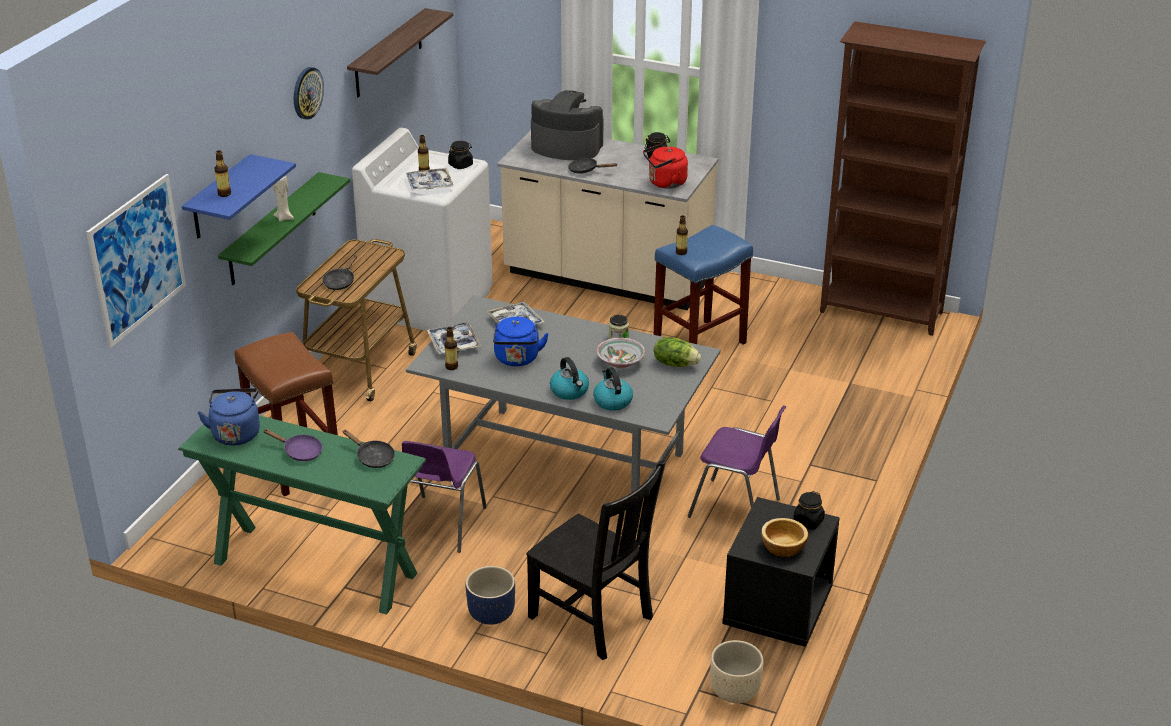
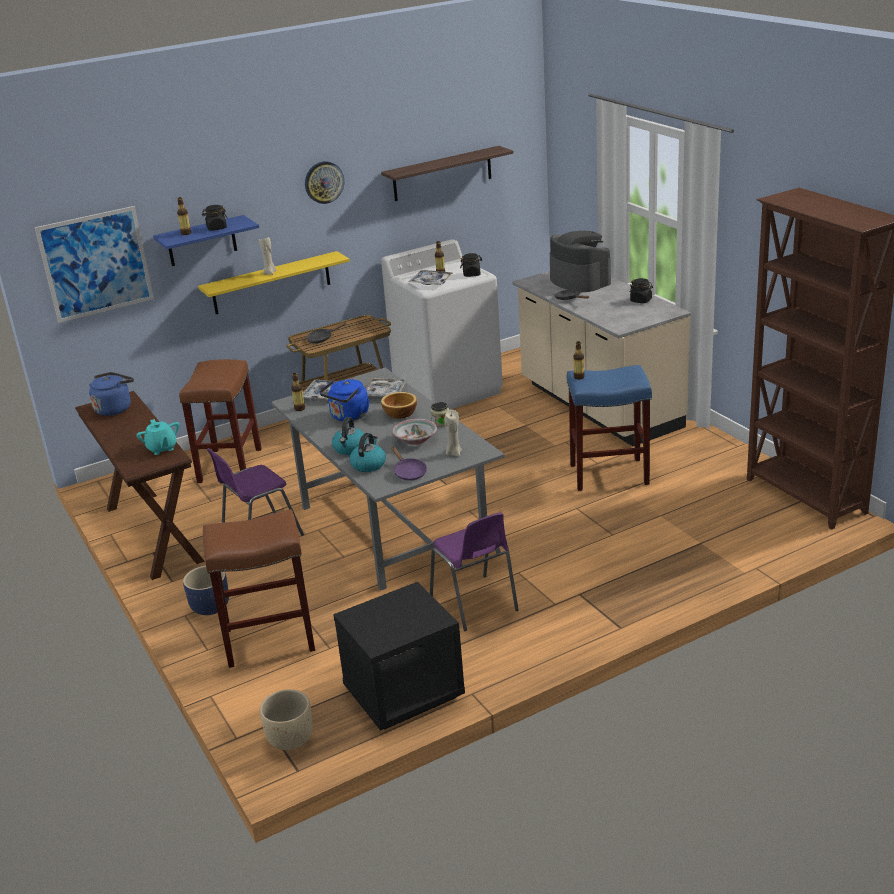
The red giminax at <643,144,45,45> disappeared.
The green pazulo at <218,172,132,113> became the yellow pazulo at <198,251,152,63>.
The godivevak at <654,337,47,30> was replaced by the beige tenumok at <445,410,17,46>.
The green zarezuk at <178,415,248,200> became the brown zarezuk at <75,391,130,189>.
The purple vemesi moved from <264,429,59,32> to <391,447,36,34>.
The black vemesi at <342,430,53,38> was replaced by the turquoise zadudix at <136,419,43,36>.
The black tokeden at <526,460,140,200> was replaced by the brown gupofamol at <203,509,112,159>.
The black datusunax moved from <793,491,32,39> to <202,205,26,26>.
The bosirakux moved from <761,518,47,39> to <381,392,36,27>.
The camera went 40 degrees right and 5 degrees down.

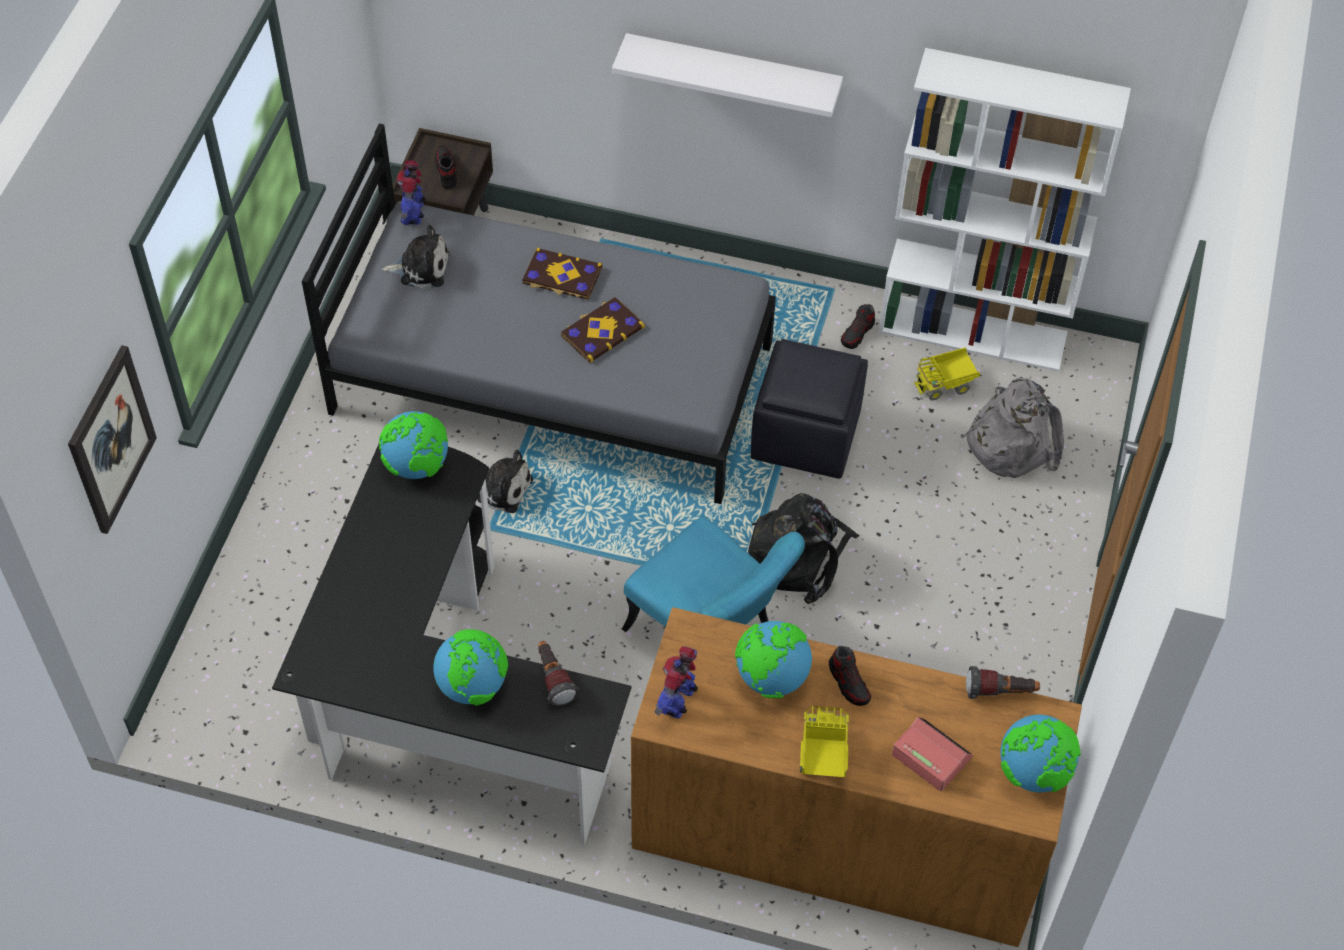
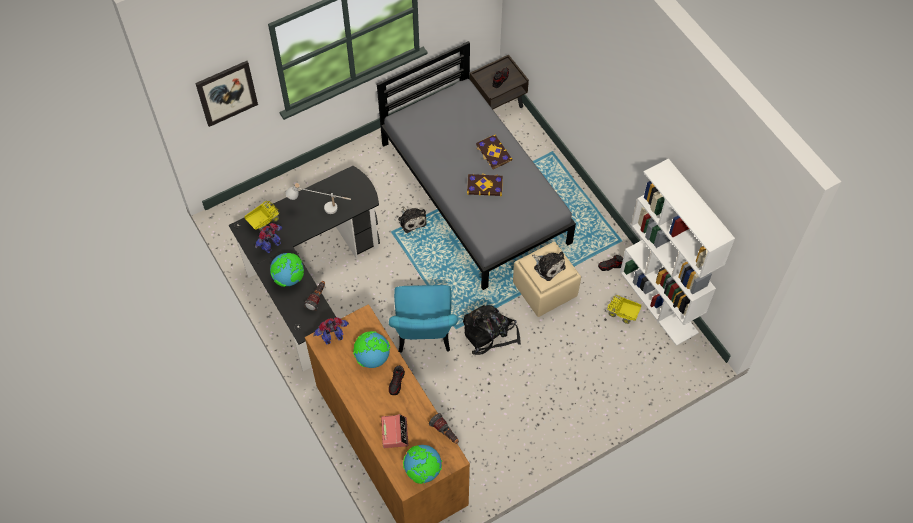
The white pazulo at <612,33,231,84> disappeared.
The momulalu moved from <396,160,30,65> to <255,223,27,30>.
The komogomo moved from <382,225,67,64> to <532,251,34,30>.
The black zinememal at <751,339,117,140> became the beige zinememal at <513,241,68,76>.
The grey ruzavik at <961,377,103,101> disappeared.
The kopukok at <379,411,69,68> disappeared.
The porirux moved from <800,706,49,71> to <245,201,35,30>.
The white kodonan at <286,183,65,31> appeared.
The camera went 45 degrees right and 5 degrees up.

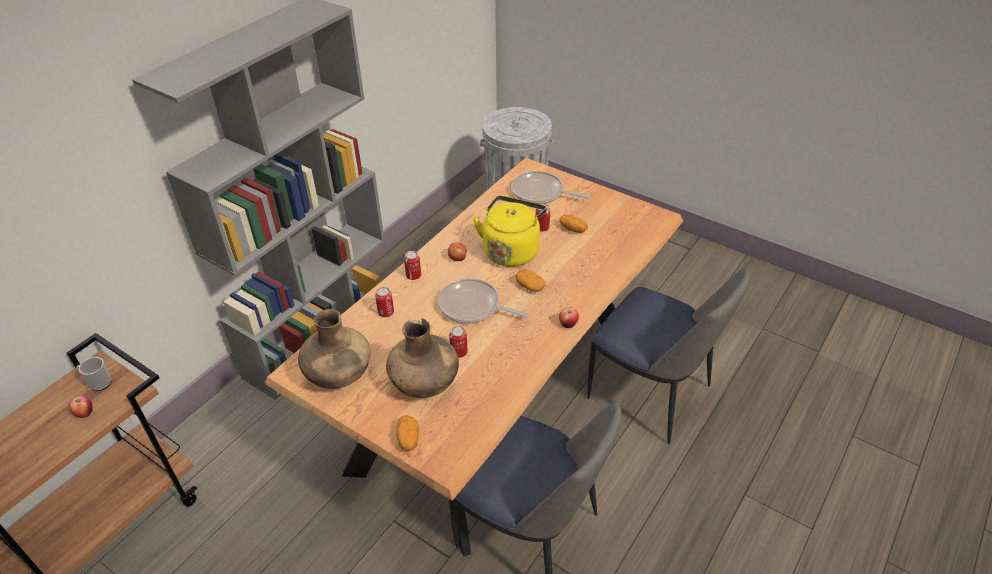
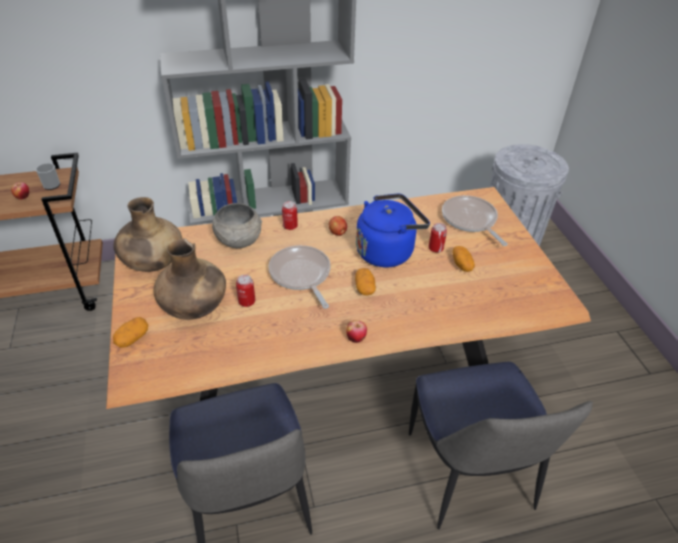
The yellow giminax at <473,196,74,71> became the blue giminax at <356,193,74,74>.
The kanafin at <375,287,19,30> was replaced by the grey bosirakux at <212,203,50,45>.
The camera went 40 degrees right and 0 degrees up.

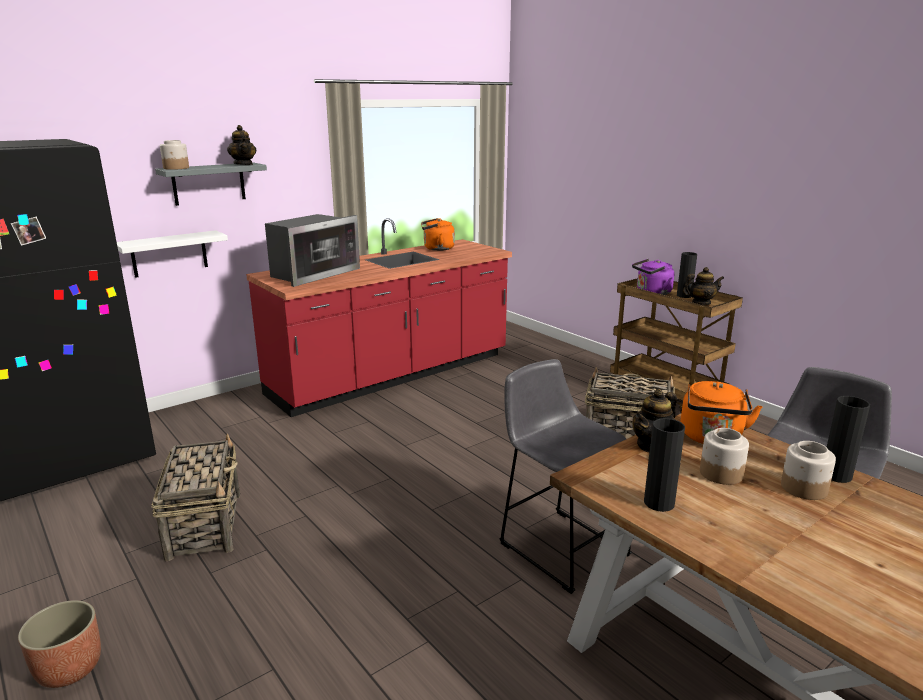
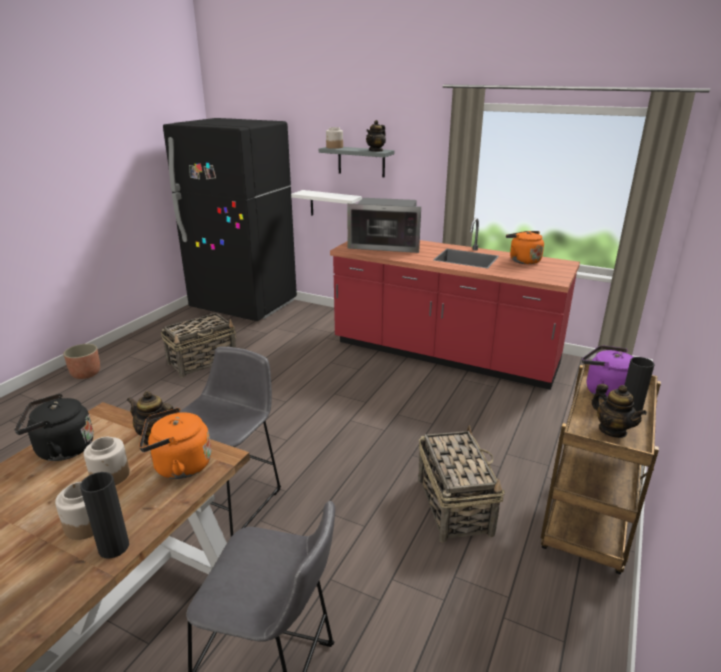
The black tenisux at <644,418,41,94> was replaced by the black giminax at <14,394,80,67>.
The camera went 65 degrees right and 5 degrees up.

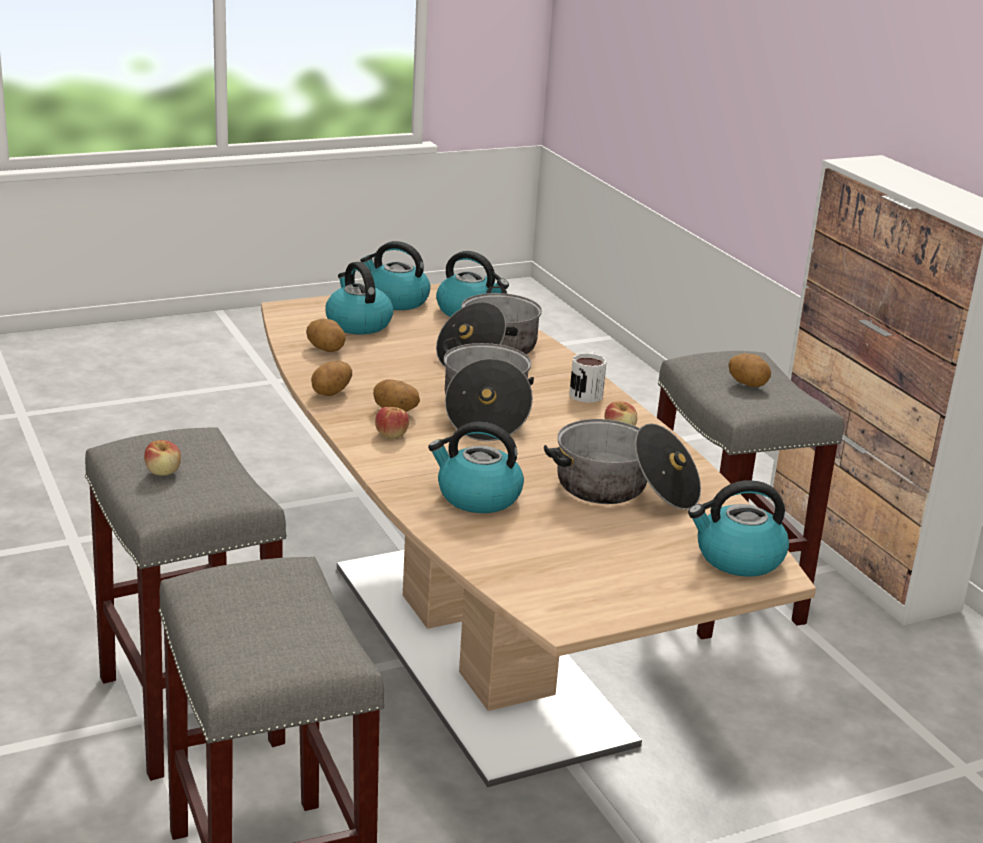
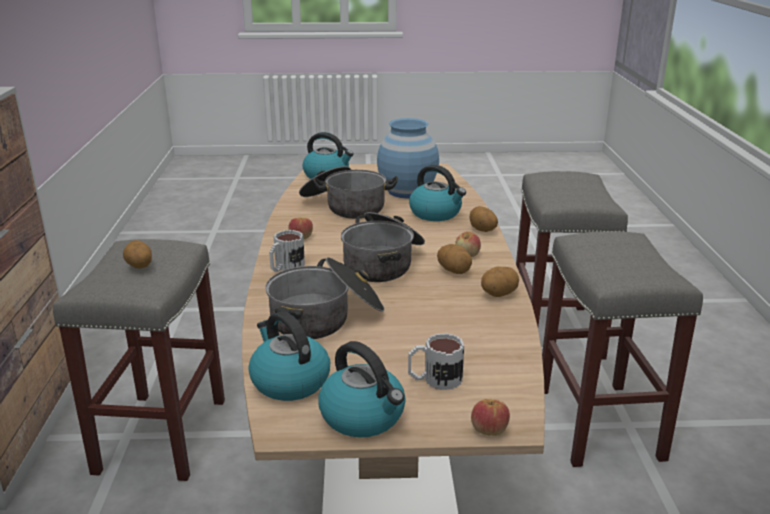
The giminax at <325,262,68,72> was replaced by the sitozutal at <408,333,56,57>.
The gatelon moved from <306,319,40,33> to <469,206,29,26>.
The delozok moved from <144,440,37,36> to <471,399,39,37>.
The blue tenisux at <377,118,62,81> appeared.
The camera went 155 degrees left and 0 degrees up.

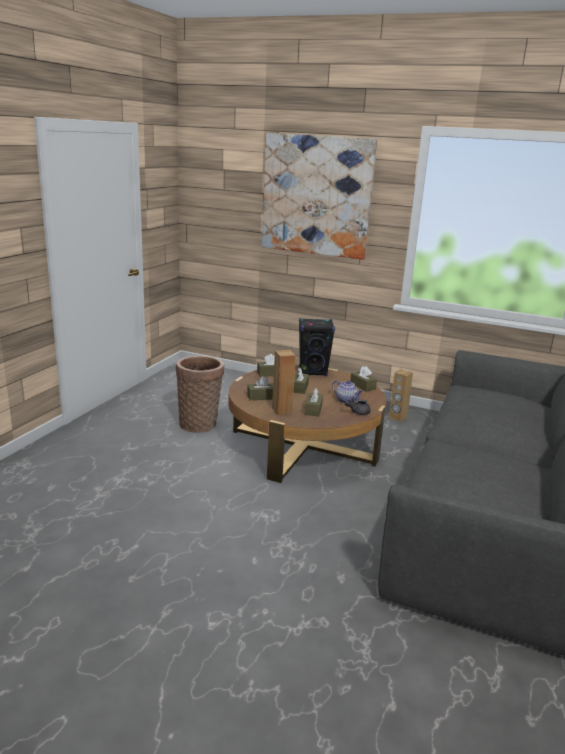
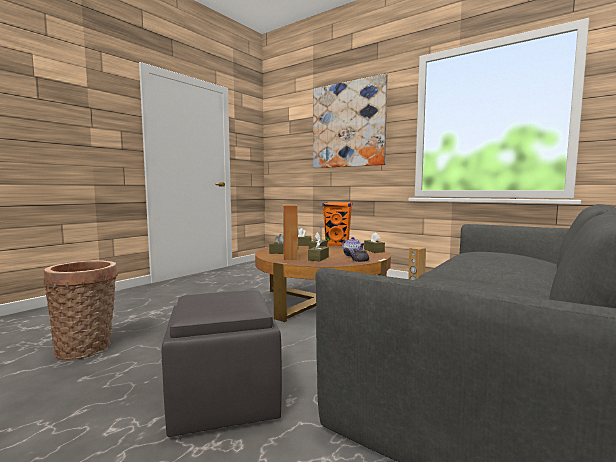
The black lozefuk at <299,318,36,58> became the orange lozefuk at <322,202,30,44>.
The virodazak moved from <176,356,48,77> to <44,260,74,100>.
The grey zinememal at <162,290,120,147> appeared.
The camera went 15 degrees right and 15 degrees down.

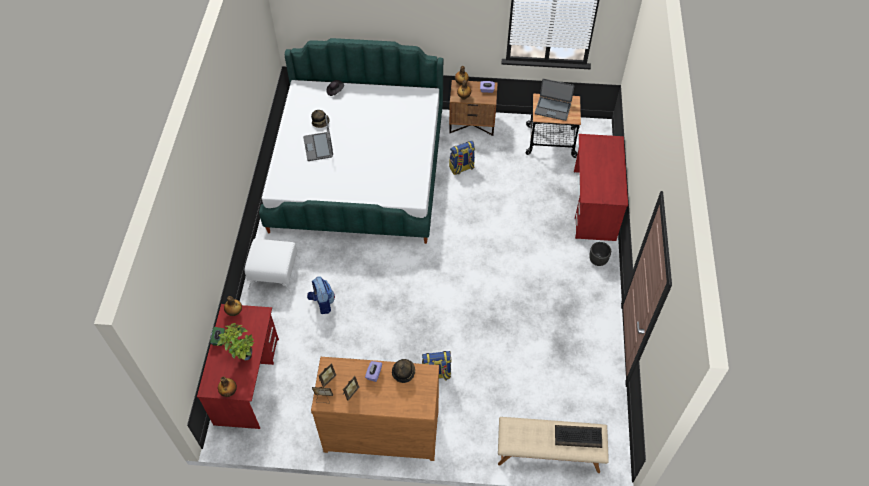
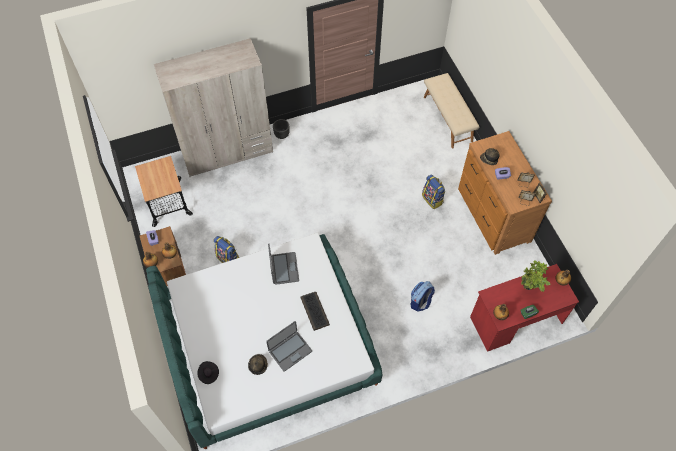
The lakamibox moved from <535,79,39,42> to <268,244,31,41>.
The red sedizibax at <574,134,54,107> was replaced by the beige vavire at <154,38,119,139>.
The white zinememal at <245,239,55,54> disappeared.
The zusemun moved from <555,425,47,23> to <300,292,30,39>.
The camera went 115 degrees left and 5 degrees up.

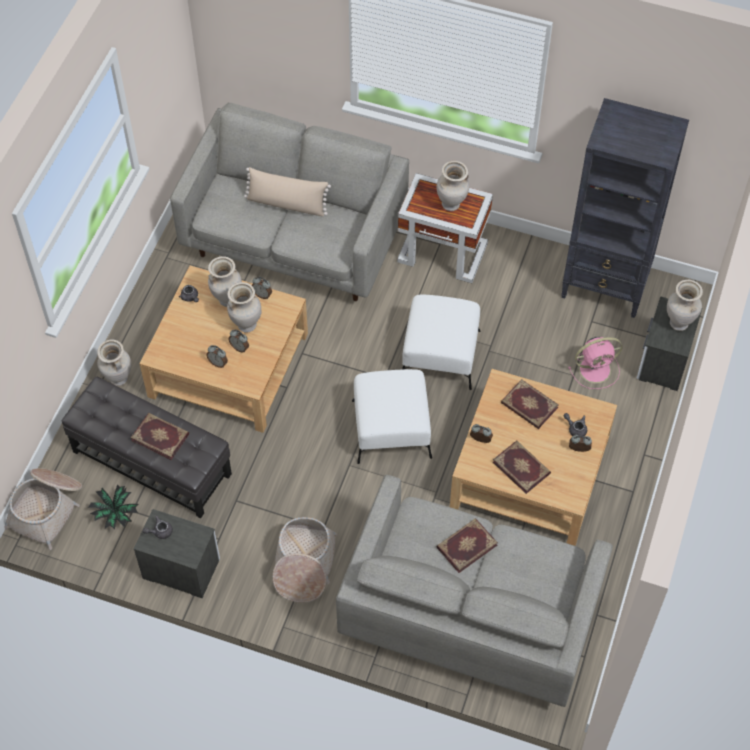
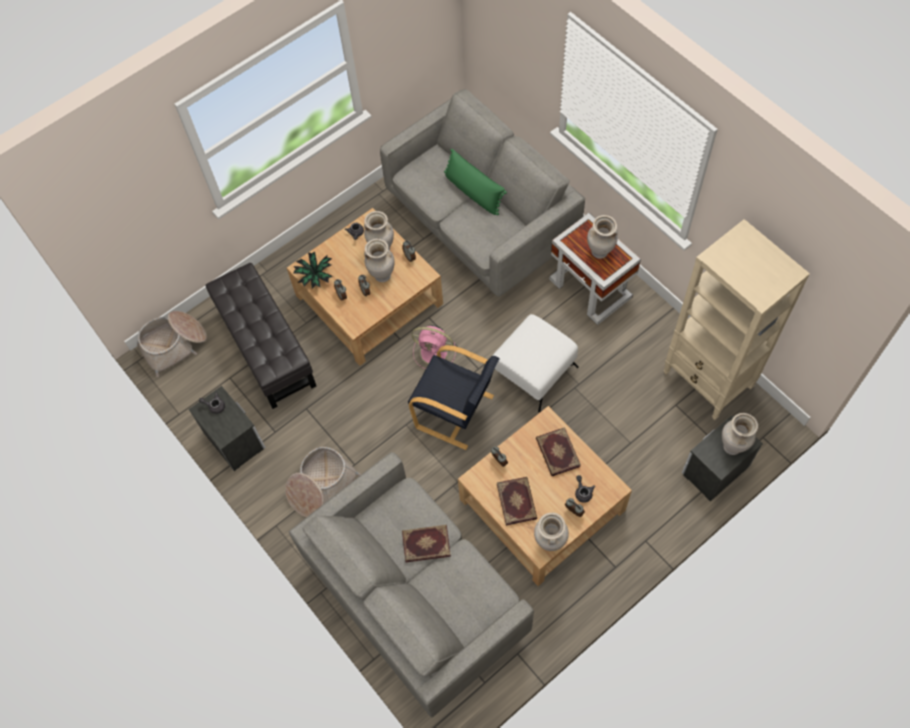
The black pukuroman at <561,98,128,220> became the beige pukuroman at <663,219,147,201>.
The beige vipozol at <244,167,87,49> became the green vipozol at <444,149,63,66>.
The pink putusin moved from <568,337,55,52> to <411,325,45,44>.
The beige tenisux moved from <97,340,34,46> to <534,513,35,38>.
The white zinememal at <352,369,80,95> was replaced by the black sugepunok at <408,345,92,105>.
The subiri at <130,413,59,47> disappeared.
The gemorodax moved from <88,484,51,45> to <293,252,40,36>.
The camera went 35 degrees right and 5 degrees up.

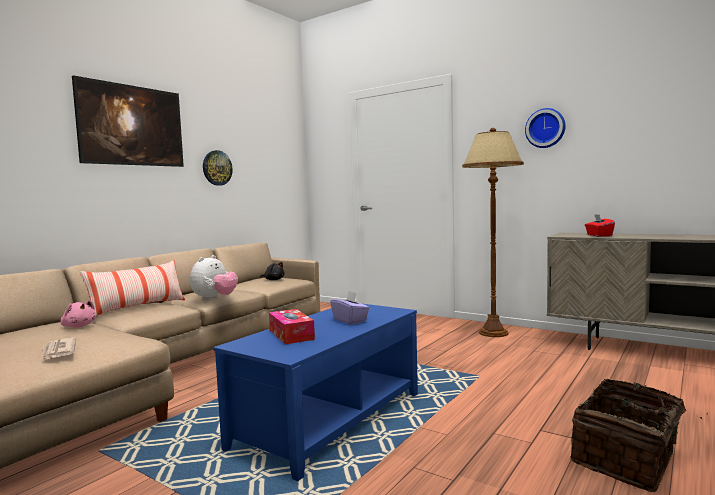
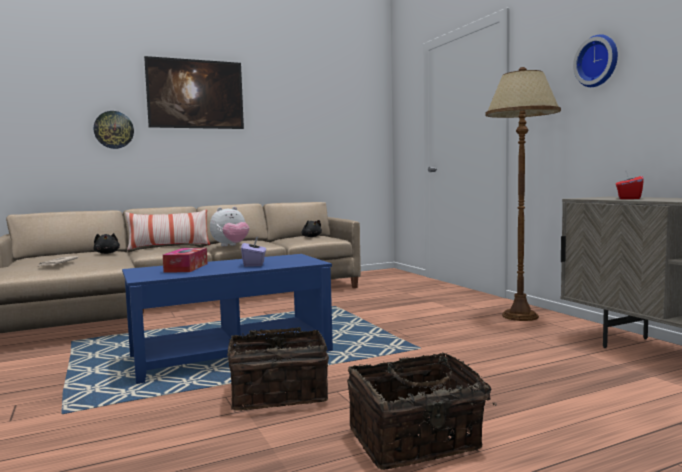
The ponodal moved from <203,150,30,36> to <94,111,40,38>.
The pink komogomo at <60,300,36,28> became the black komogomo at <93,233,27,21>.
The virodazak at <227,327,102,84> appeared.
The camera went 30 degrees right and 0 degrees up.

